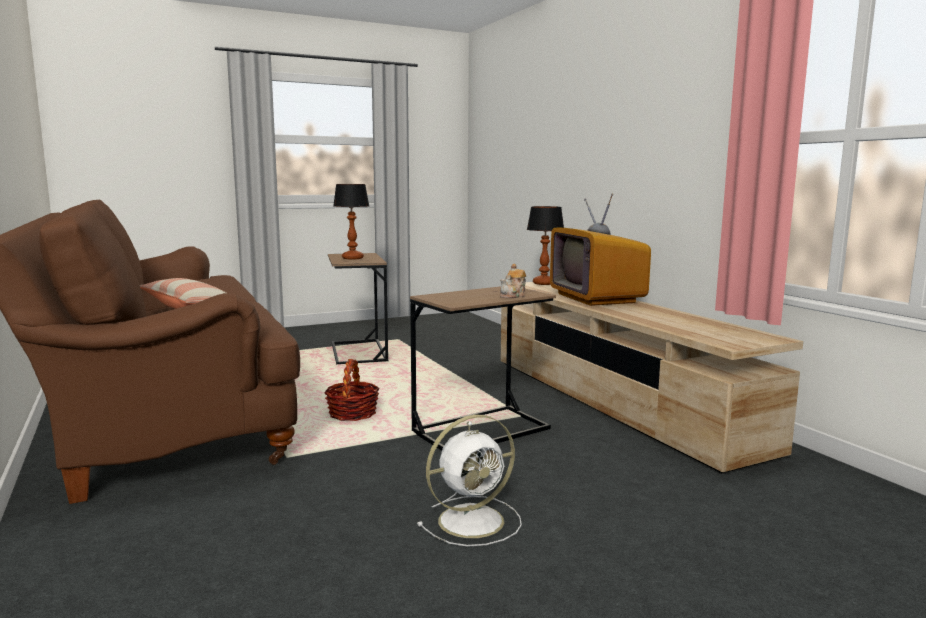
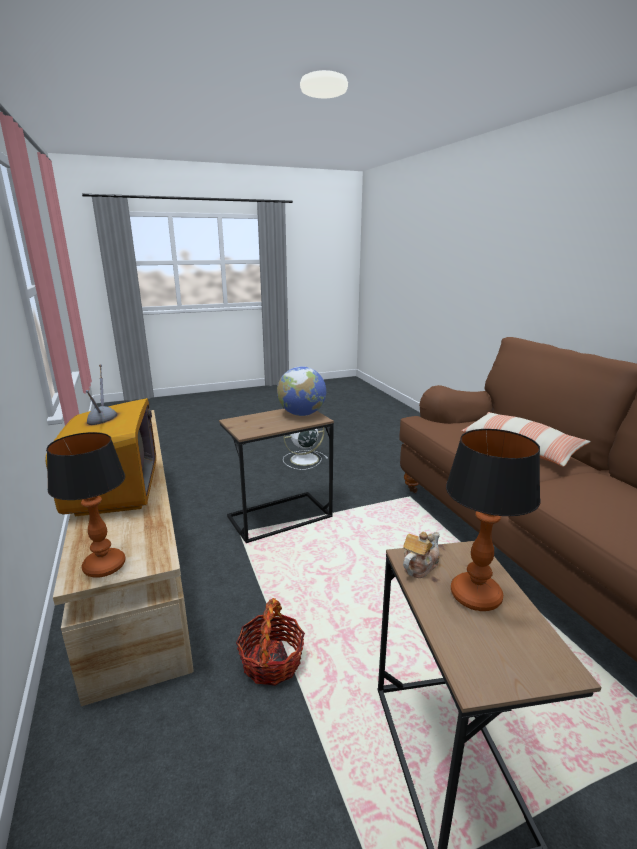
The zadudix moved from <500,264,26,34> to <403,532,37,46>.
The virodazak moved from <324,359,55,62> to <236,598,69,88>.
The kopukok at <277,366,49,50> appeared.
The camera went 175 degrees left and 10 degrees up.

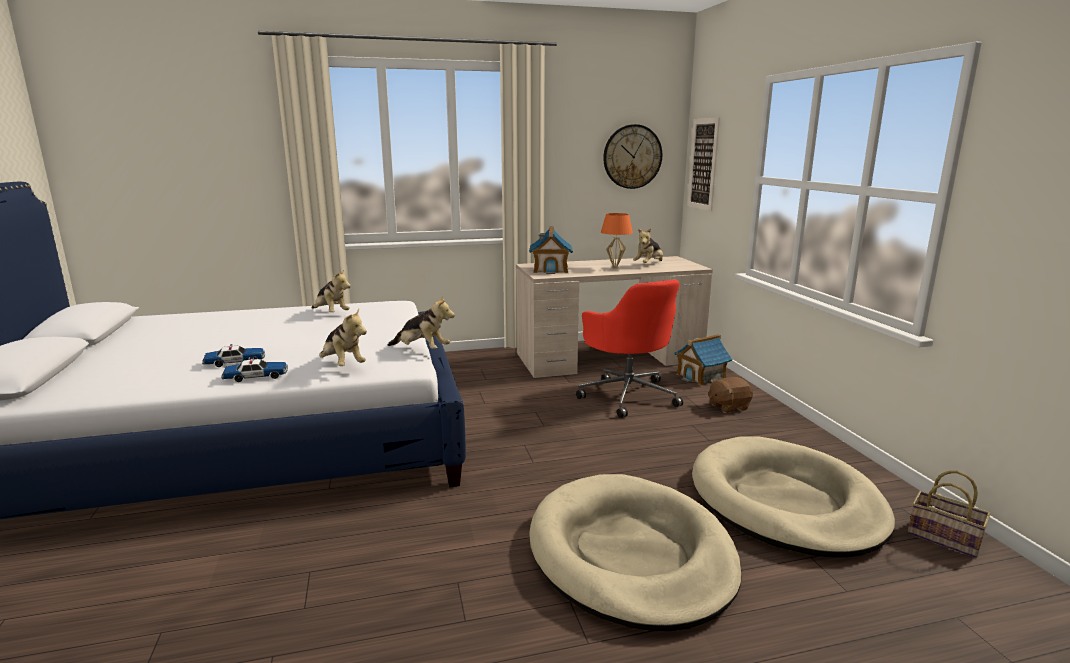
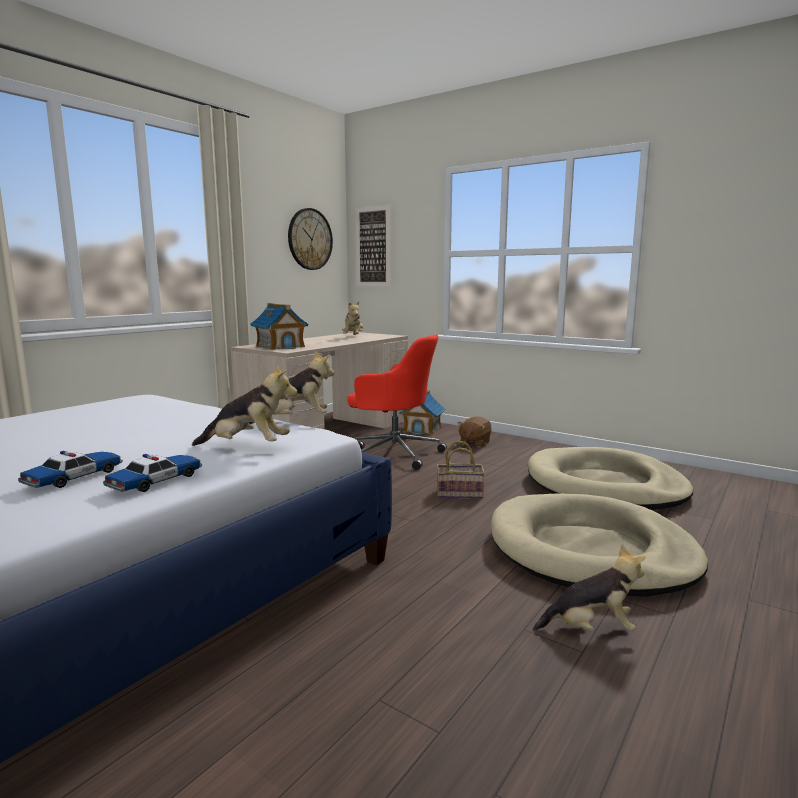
The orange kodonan at <601,213,32,56> disappeared.
The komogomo moved from <312,270,39,42> to <533,545,113,86>.
The virodazak moved from <908,471,83,87> to <437,441,48,57>.
The camera went 40 degrees left and 5 degrees down.

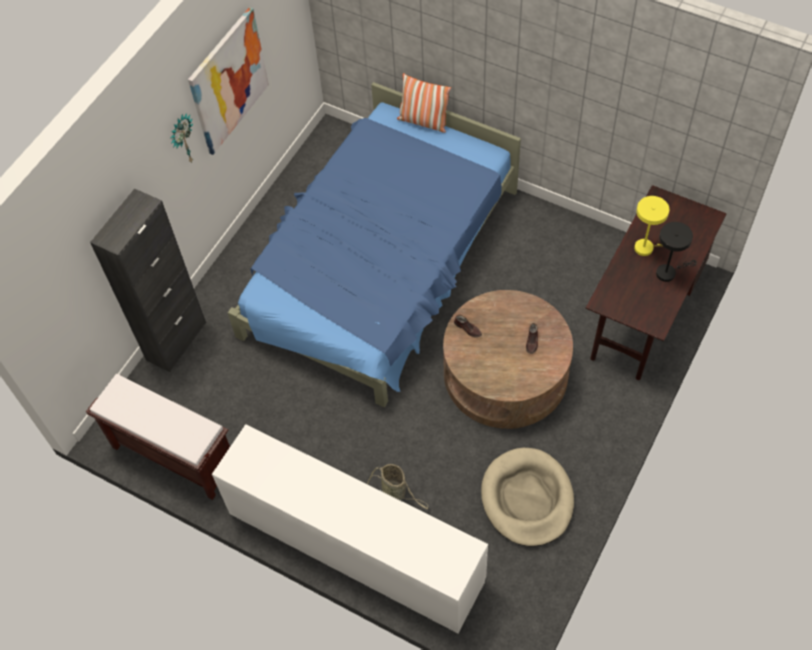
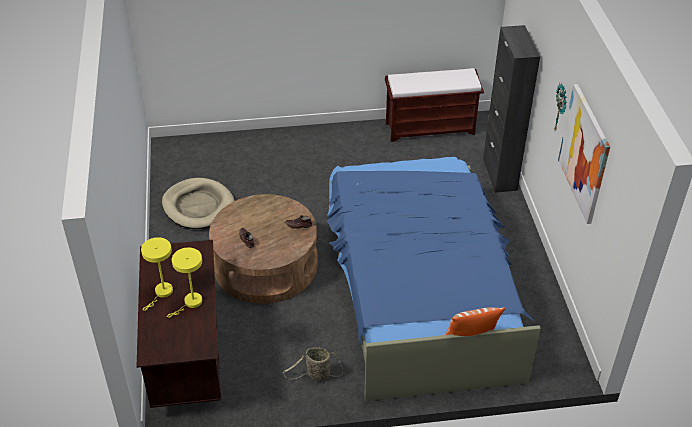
The black kodonan at <656,222,41,60> became the yellow kodonan at <141,237,32,74>.
The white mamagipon at <212,424,276,209> disappeared.
The virodazak moved from <367,464,61,45> to <283,347,60,34>.
The camera went 140 degrees right and 15 degrees down.

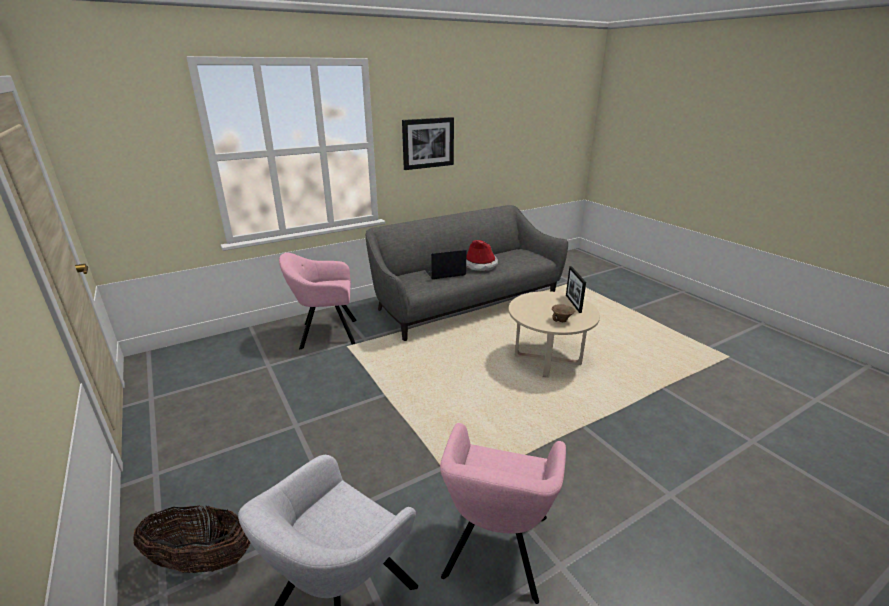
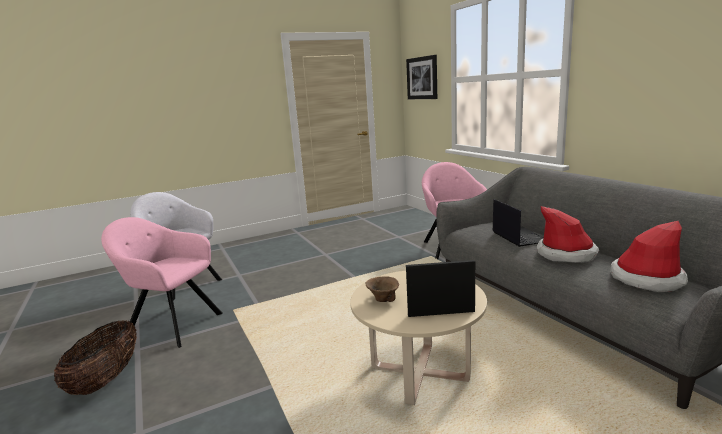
The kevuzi moved from <402,117,52,53> to <406,55,31,44>.
The virodazak moved from <133,505,117,68> to <54,320,83,75>.
The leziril at <610,221,78,71> appeared.
The camera went 95 degrees right and 10 degrees down.

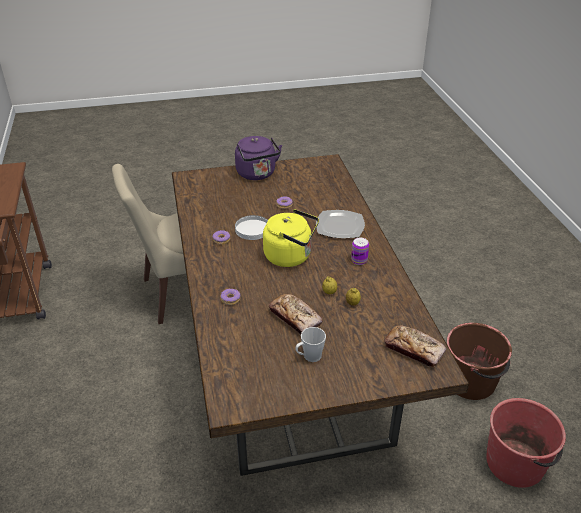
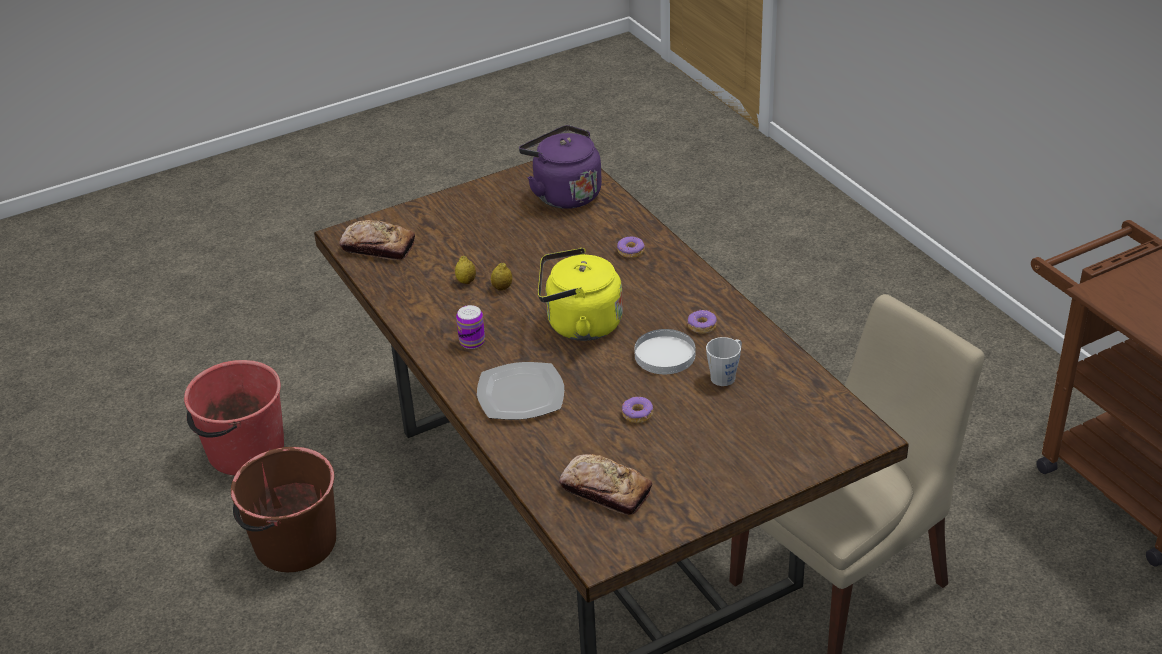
The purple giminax moved from <235,136,47,44> to <519,125,83,84>.
The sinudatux moved from <269,294,54,41> to <559,454,93,61>.
The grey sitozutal moved from <295,327,31,35> to <706,337,36,49>.
The camera went 165 degrees right and 0 degrees up.

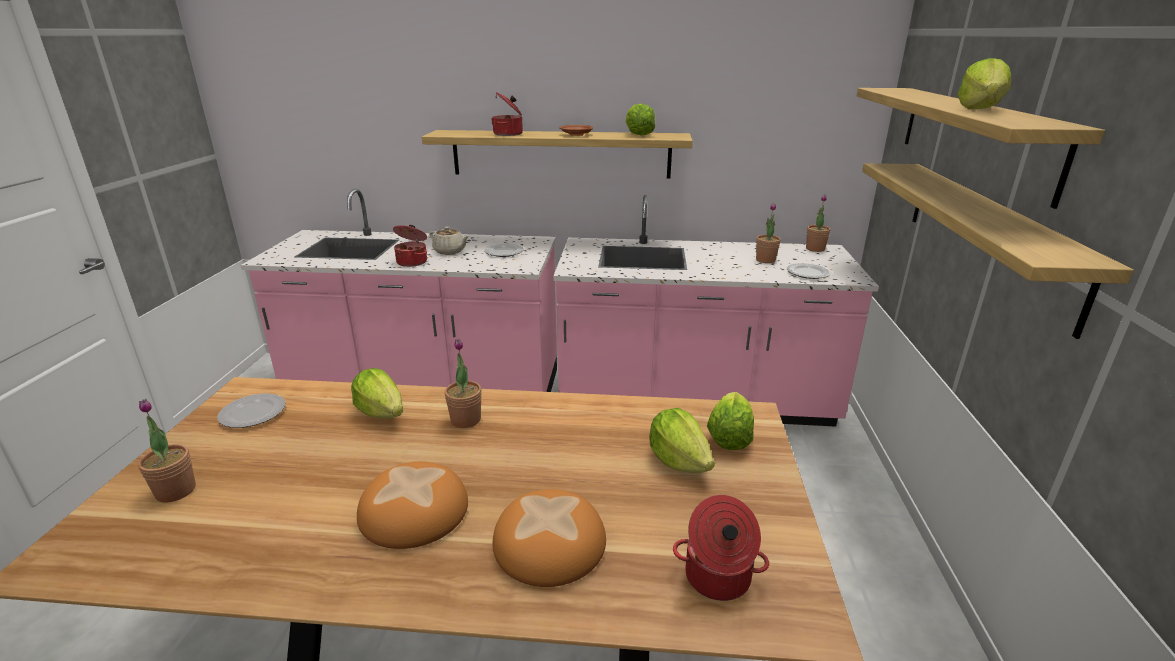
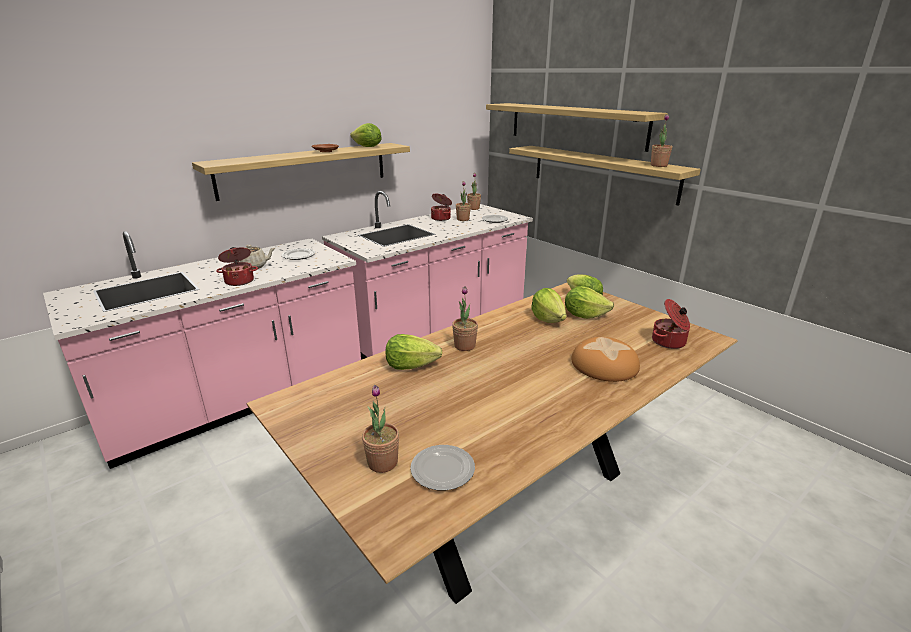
The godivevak moved from <957,58,55,51> to <531,288,36,35>.
The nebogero moved from <491,92,32,44> to <431,194,21,27>.
The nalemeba moved from <217,393,69,35> to <410,445,65,46>.
The sinudatux at <357,462,111,87> disappeared.
The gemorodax at <651,114,22,53> appeared.
The camera went 45 degrees left and 0 degrees up.

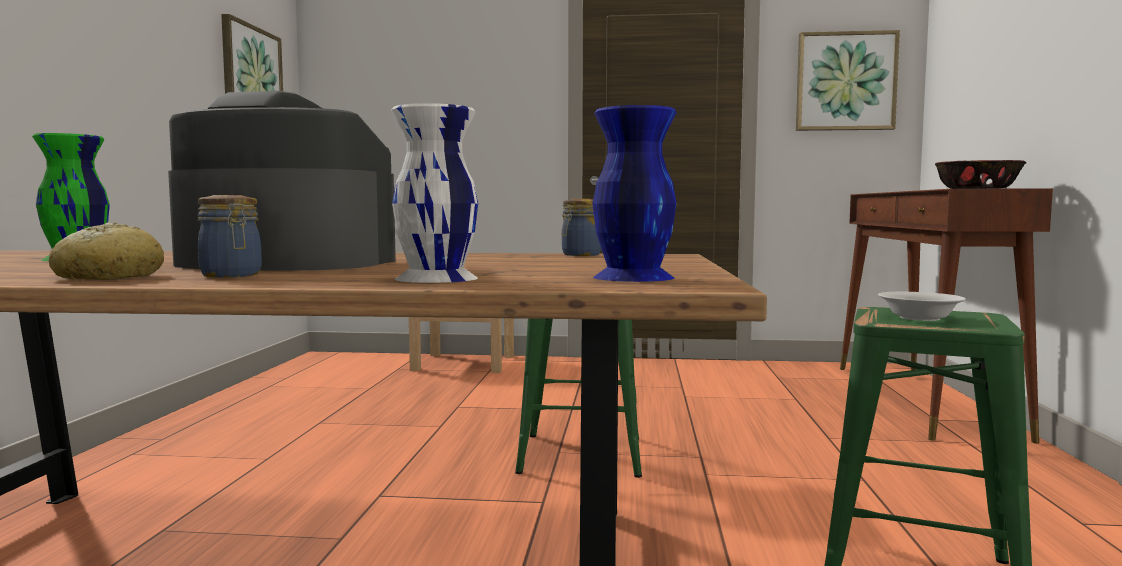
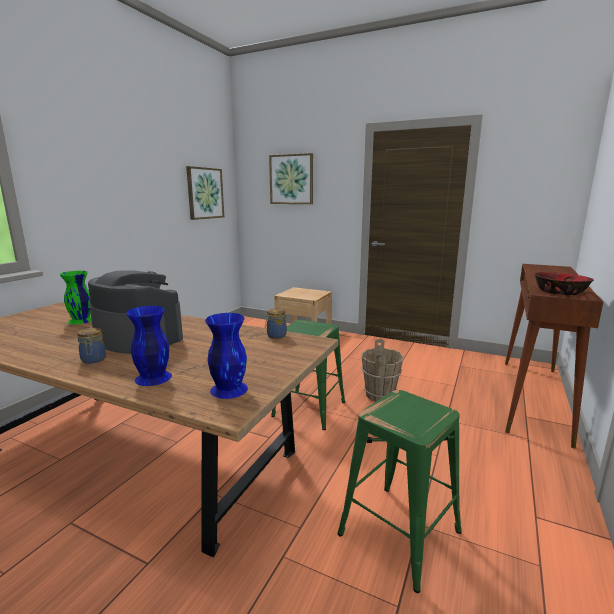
The kevuzi moved from <796,30,104,101> to <269,153,44,51>.
The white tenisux at <391,103,87,180> became the blue tenisux at <126,306,46,80>.
The sinudatux at <49,223,115,57> disappeared.
The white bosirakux at <878,292,88,29> disappeared.
The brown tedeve at <362,339,42,63> appeared.
The camera went 20 degrees right and 10 degrees up.

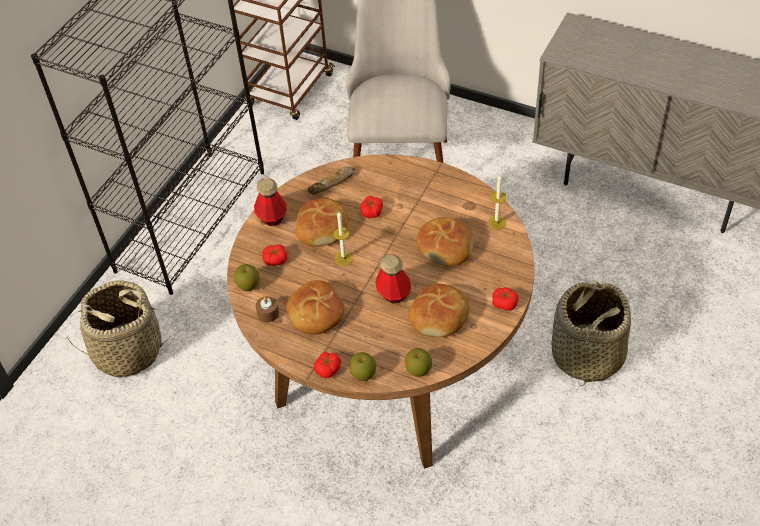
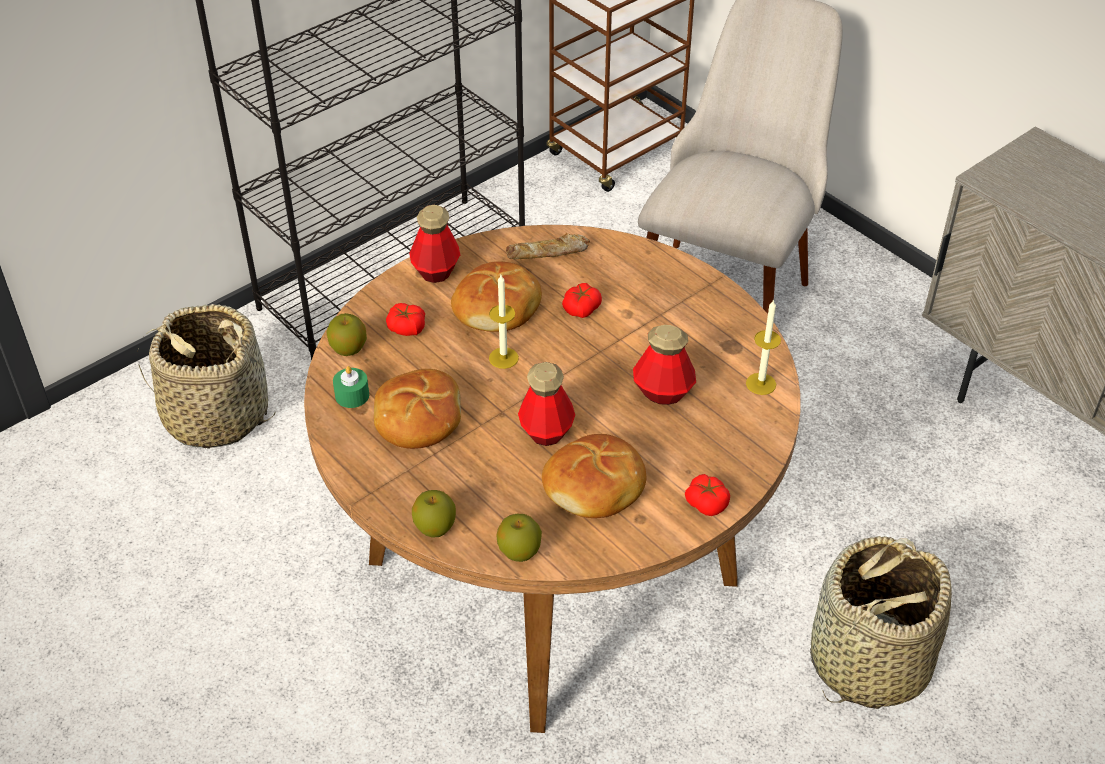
The sinudatux at <417,217,57,49> was replaced by the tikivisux at <633,325,63,80>.
The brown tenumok at <256,296,23,26> became the green tenumok at <333,366,36,42>.
The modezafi at <314,352,27,26> disappeared.
The camera went 20 degrees right and 5 degrees down.

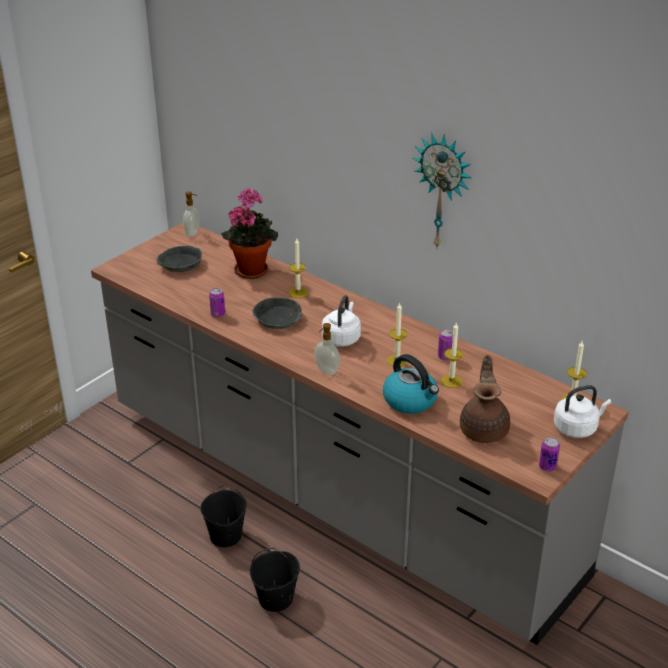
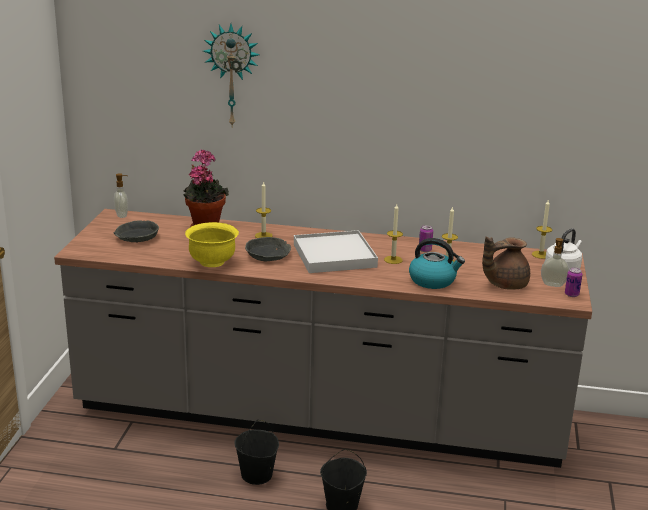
The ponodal moved from <413,133,59,117> to <203,24,57,104>.
The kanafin at <209,288,16,29> was replaced by the yellow bosirakux at <185,222,54,45>.
The white giminax at <322,295,39,52> was replaced by the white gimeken at <294,230,84,43>.
The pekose moved from <315,323,25,52> to <541,238,28,49>.
The brown zadudix at <460,355,50,88> turned 90 degrees counterclockwise.
The camera went 30 degrees left and 10 degrees down.

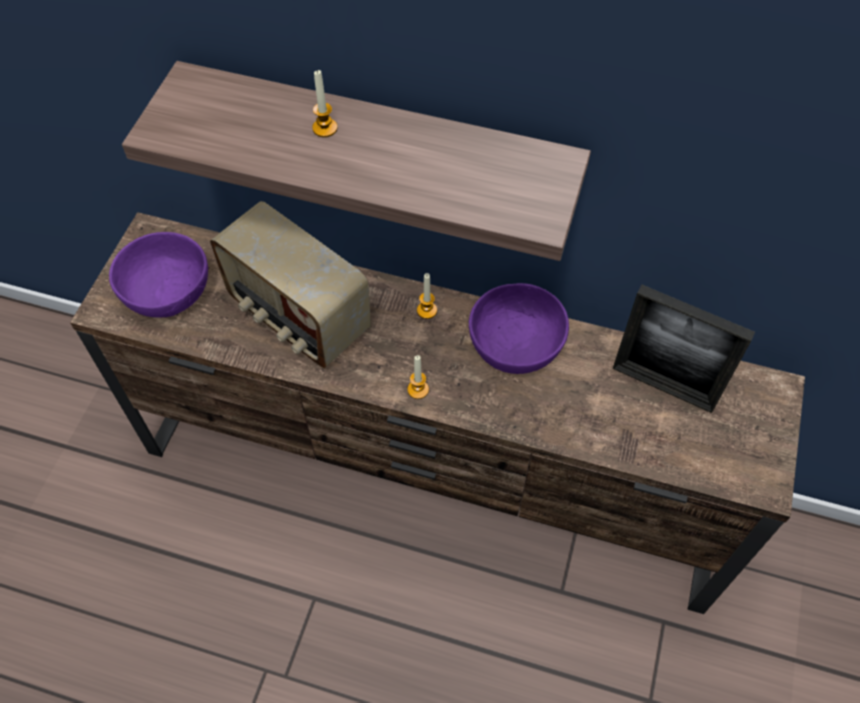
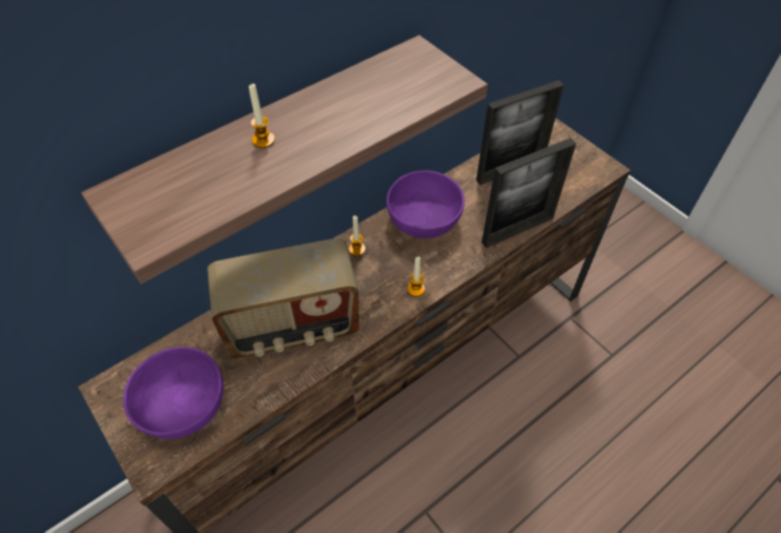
The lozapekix at <482,138,94,110> appeared.
The camera went 55 degrees left and 5 degrees down.

